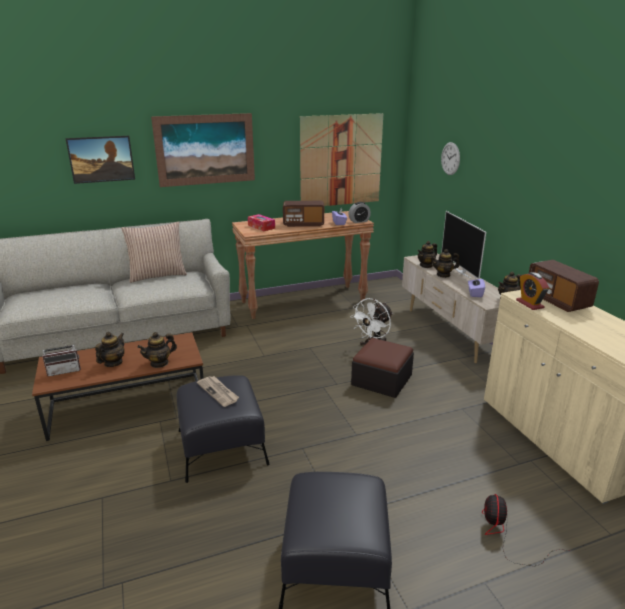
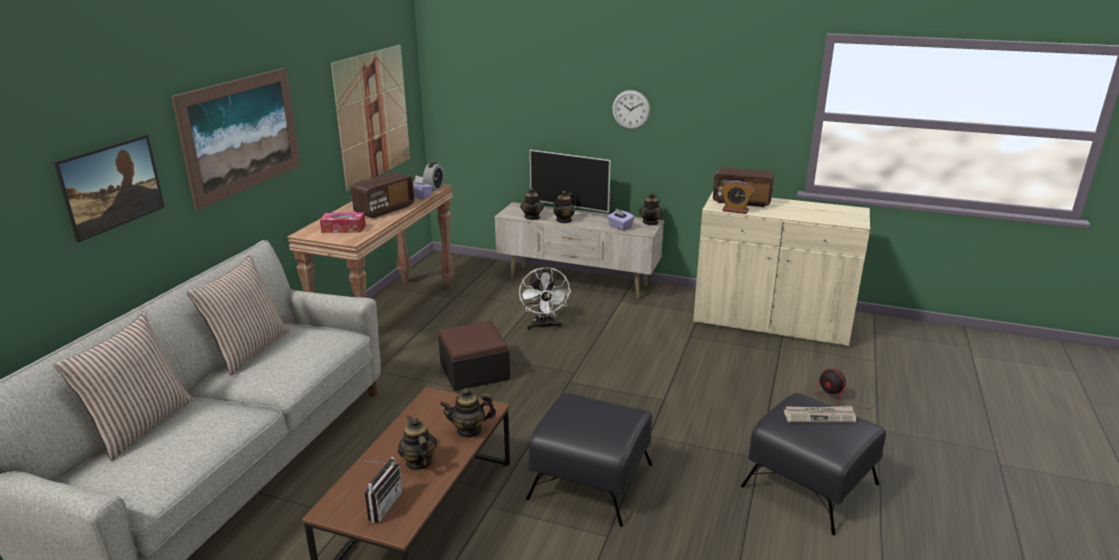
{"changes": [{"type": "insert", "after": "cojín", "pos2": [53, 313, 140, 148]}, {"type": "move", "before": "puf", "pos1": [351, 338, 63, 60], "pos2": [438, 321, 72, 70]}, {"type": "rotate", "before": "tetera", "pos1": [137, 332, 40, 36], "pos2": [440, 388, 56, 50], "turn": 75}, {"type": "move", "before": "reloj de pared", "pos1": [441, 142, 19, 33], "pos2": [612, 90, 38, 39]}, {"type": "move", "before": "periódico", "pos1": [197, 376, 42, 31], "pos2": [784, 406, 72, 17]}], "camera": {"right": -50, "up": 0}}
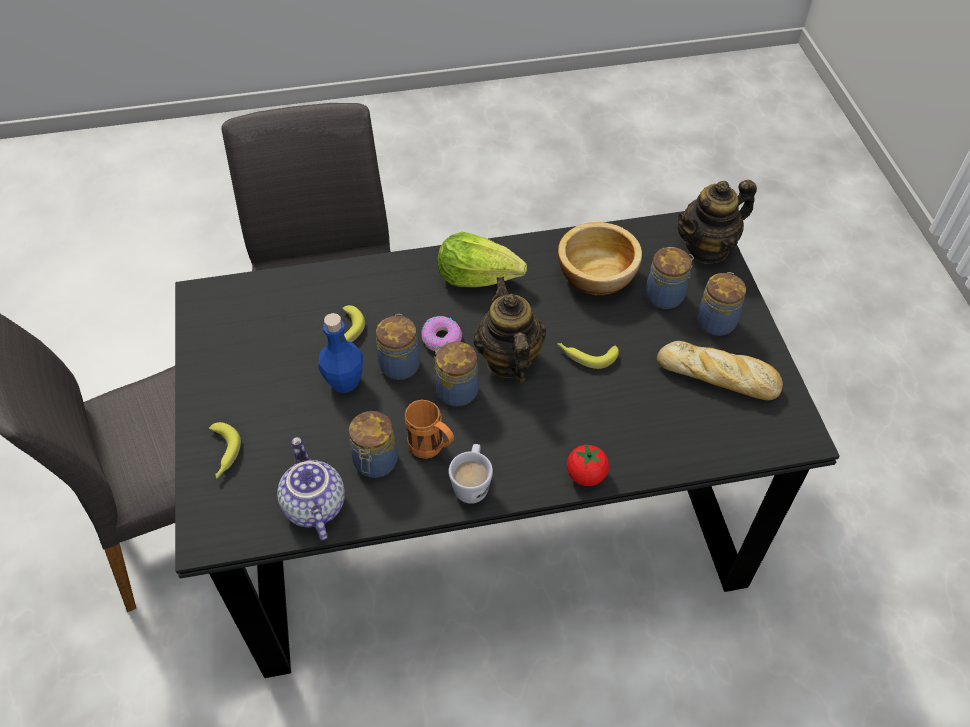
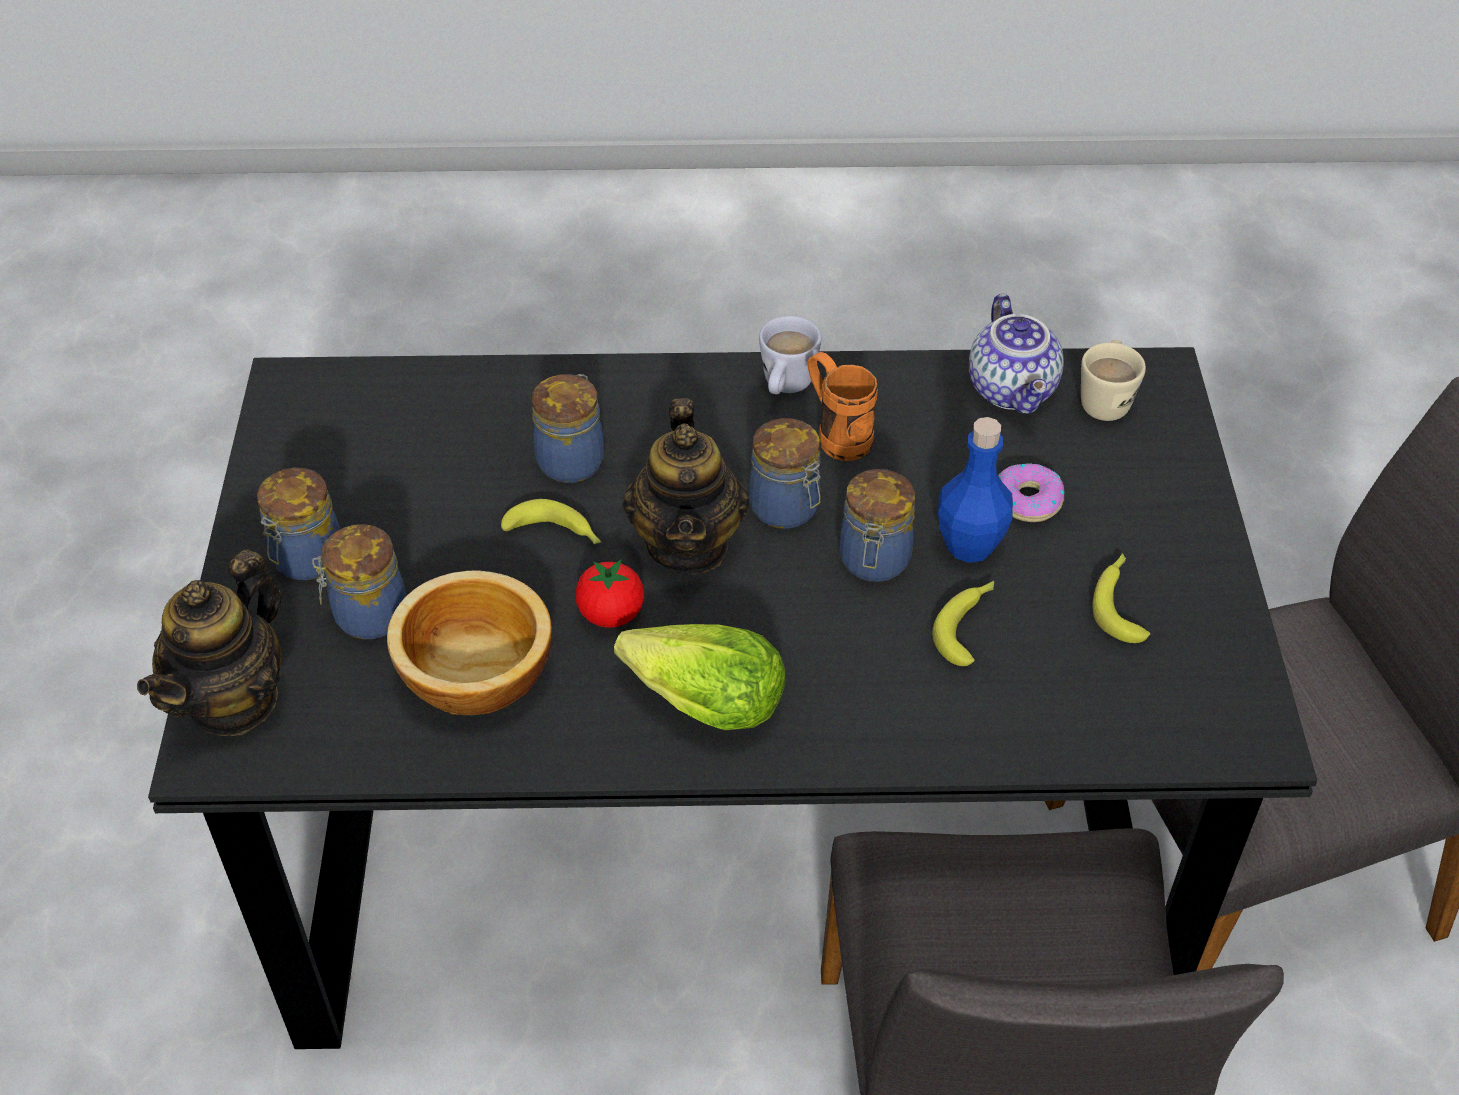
{"changes": [{"type": "rotate", "before": "tetera", "pos1": [677, 180, 80, 84], "pos2": [137, 550, 144, 186], "turn": 135}, {"type": "move", "before": "tarro", "pos1": [349, 411, 49, 67], "pos2": [532, 374, 72, 109]}, {"type": "move", "before": "tomate", "pos1": [567, 444, 42, 42], "pos2": [575, 560, 69, 68]}, {"type": "move", "before": "rosquilla", "pos1": [421, 316, 41, 35], "pos2": [998, 464, 66, 58]}, {"type": "insert", "after": "taza grande [beis]", "pos2": [1081, 340, 65, 81]}, {"type": "move", "before": "plátano", "pos1": [209, 422, 32, 57], "pos2": [1092, 553, 58, 90]}, {"type": "delete", "before": "pan", "pos1": [657, 341, 126, 60]}], "camera": {"right": -170, "up": -5}}
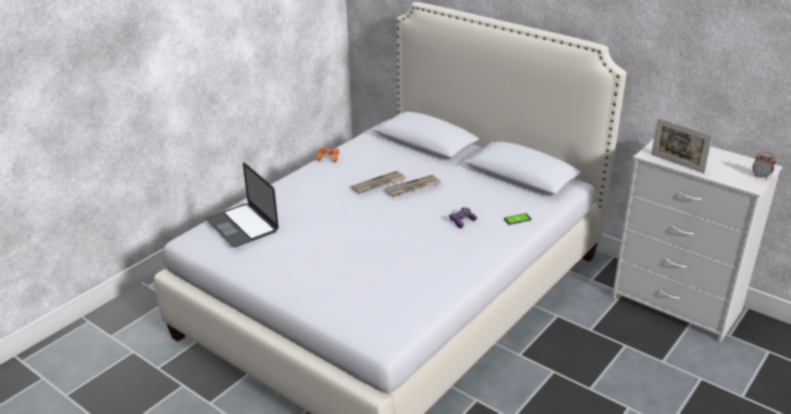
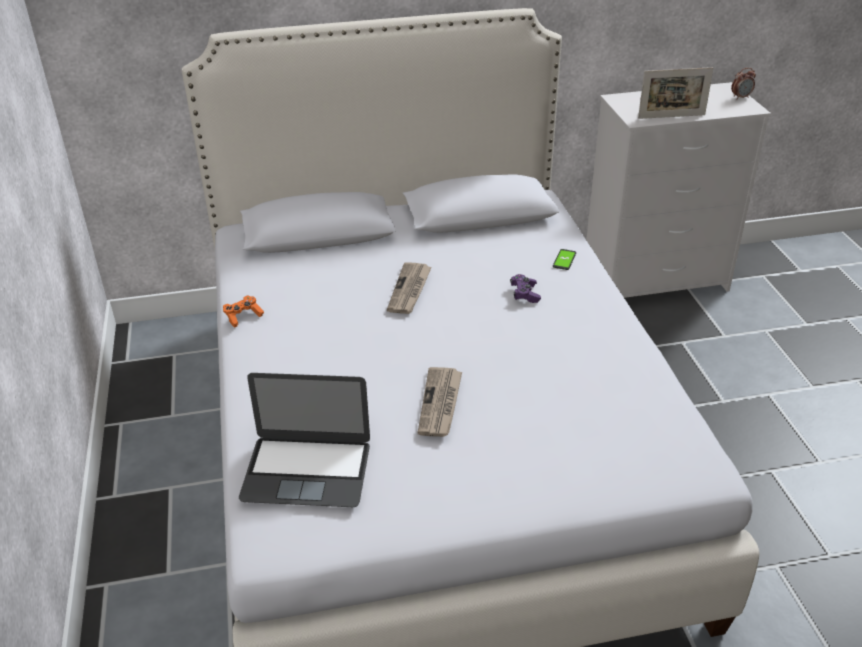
{"changes": [{"type": "move", "before": "periódico", "pos1": [351, 171, 55, 23], "pos2": [418, 367, 44, 70]}], "camera": {"right": -50, "up": 5}}
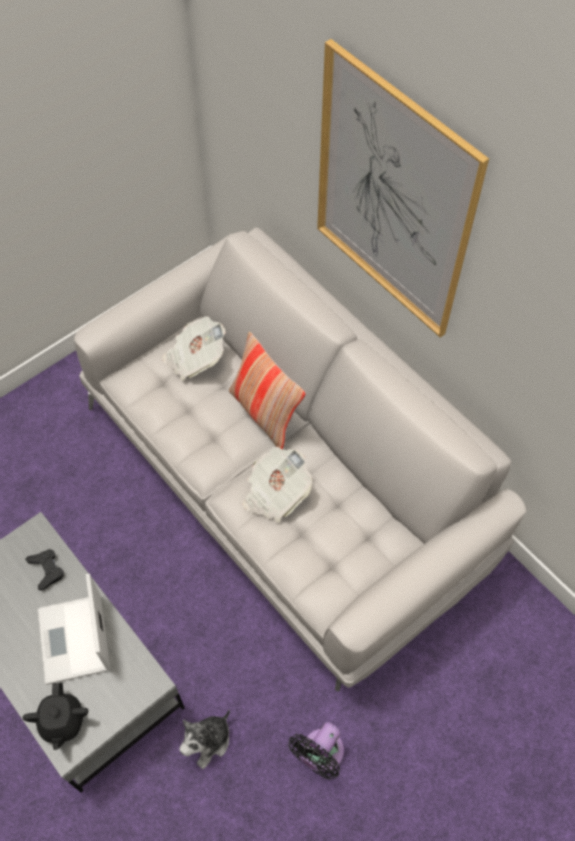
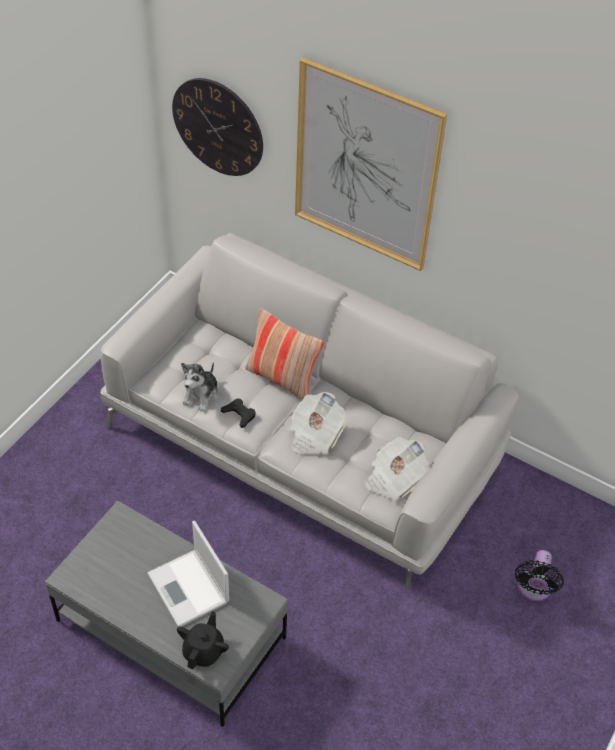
{"changes": [{"type": "insert", "after": "reloj de pared", "pos2": [172, 78, 91, 98]}, {"type": "rotate", "before": "tetera [negro]", "pos1": [23, 683, 65, 67], "pos2": [177, 611, 52, 58], "turn": -135}, {"type": "move", "before": "peluche", "pos1": [179, 709, 51, 60], "pos2": [181, 362, 38, 50]}, {"type": "move", "before": "mando de consola [negro]", "pos1": [25, 549, 39, 41], "pos2": [221, 398, 35, 30]}, {"type": "move", "before": "periódico", "pos1": [162, 316, 64, 65], "pos2": [365, 437, 64, 64]}, {"type": "move", "before": "ventilador [negro]", "pos1": [288, 722, 56, 57], "pos2": [515, 550, 49, 51]}], "camera": {"right": -20, "up": -10}}
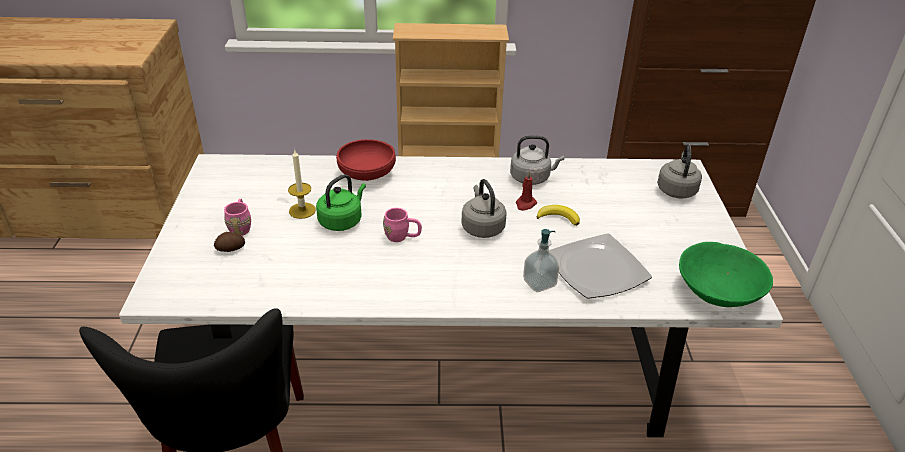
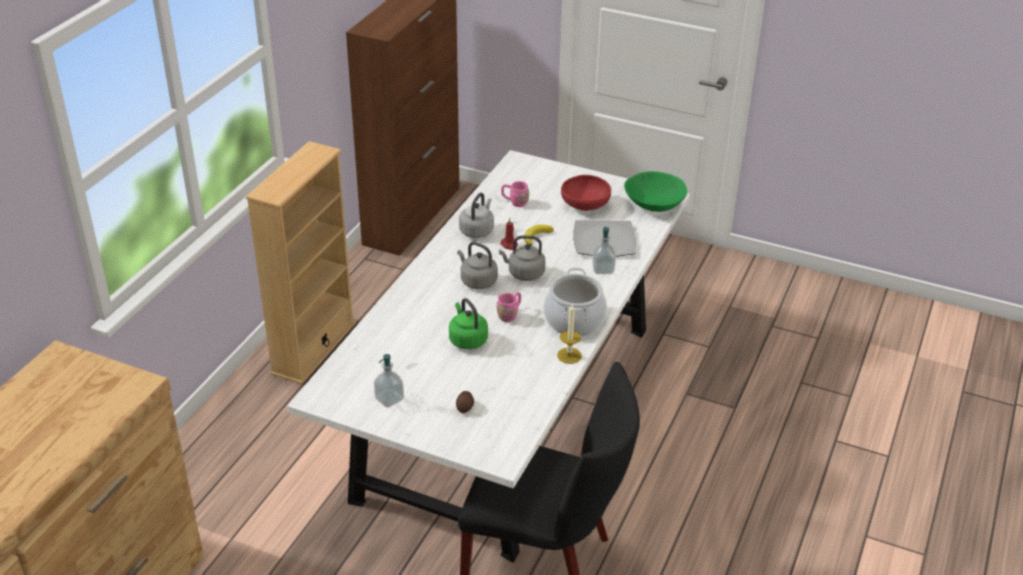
{"changes": [{"type": "insert", "after": "dispensador de jabón", "pos2": [374, 354, 30, 54]}, {"type": "move", "before": "hervidor [gris]", "pos1": [657, 144, 45, 55], "pos2": [457, 242, 41, 47]}, {"type": "move", "before": "taza grande [rosa]", "pos1": [224, 199, 27, 37], "pos2": [501, 181, 28, 26]}, {"type": "insert", "after": "olla", "pos2": [543, 267, 64, 69]}, {"type": "move", "before": "vela", "pos1": [288, 150, 28, 69], "pos2": [557, 304, 25, 60]}, {"type": "move", "before": "cuenco [rojo]", "pos1": [336, 139, 60, 42], "pos2": [561, 175, 50, 36]}], "camera": {"right": -65, "up": 0}}
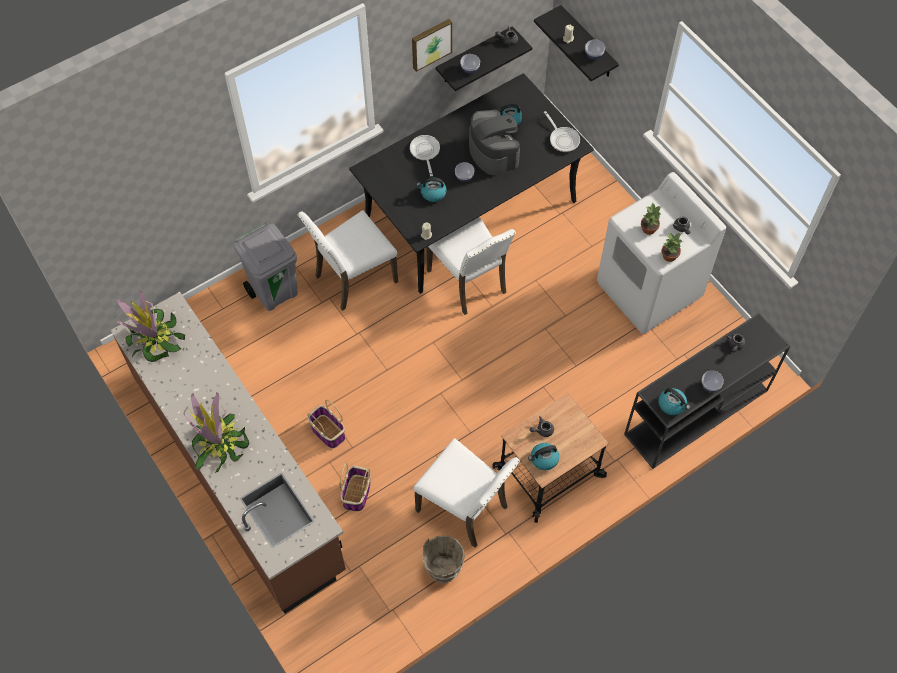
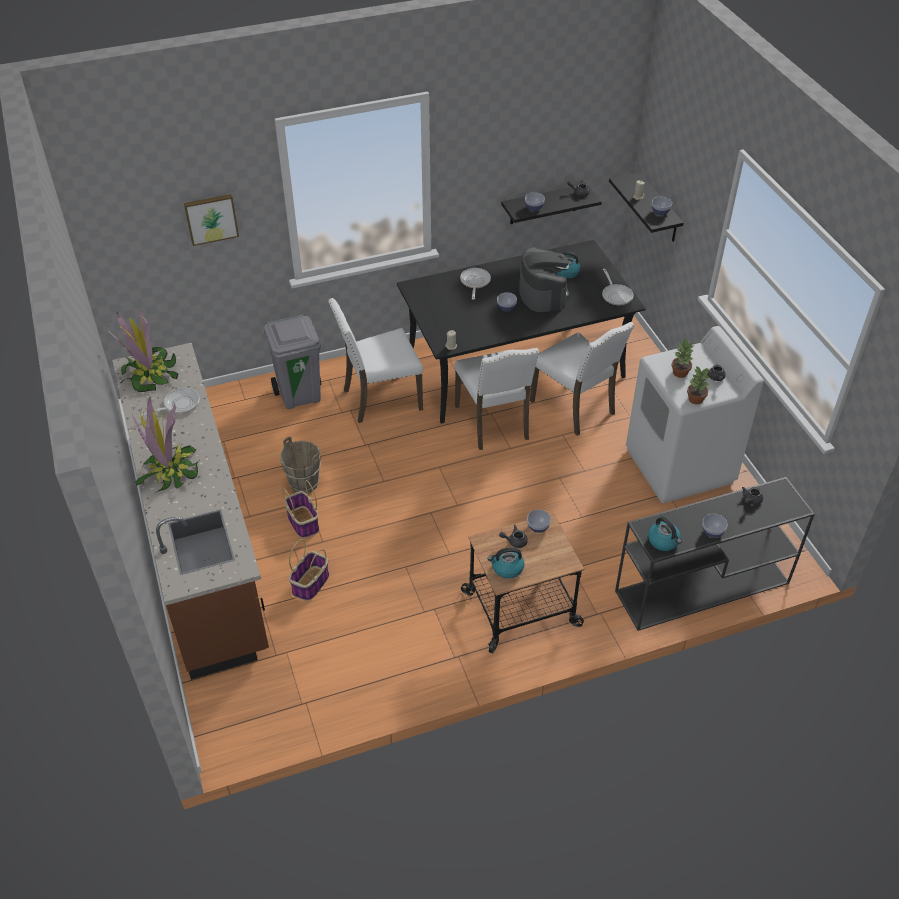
{"changes": [{"type": "insert", "after": "sartén", "pos2": [141, 388, 59, 28]}, {"type": "move", "before": "cuadro", "pos1": [412, 19, 40, 53], "pos2": [184, 194, 55, 52]}, {"type": "move", "before": "cubo [marrón]", "pos1": [423, 535, 42, 48], "pos2": [280, 437, 41, 57]}, {"type": "insert", "after": "cuenco", "pos2": [527, 509, 24, 24]}, {"type": "move", "before": "silla [blanco]", "pos1": [413, 438, 107, 110], "pos2": [530, 322, 105, 114]}, {"type": "delete", "before": "hervidor", "pos1": [416, 178, 31, 24]}], "camera": {"right": 15, "up": -15}}
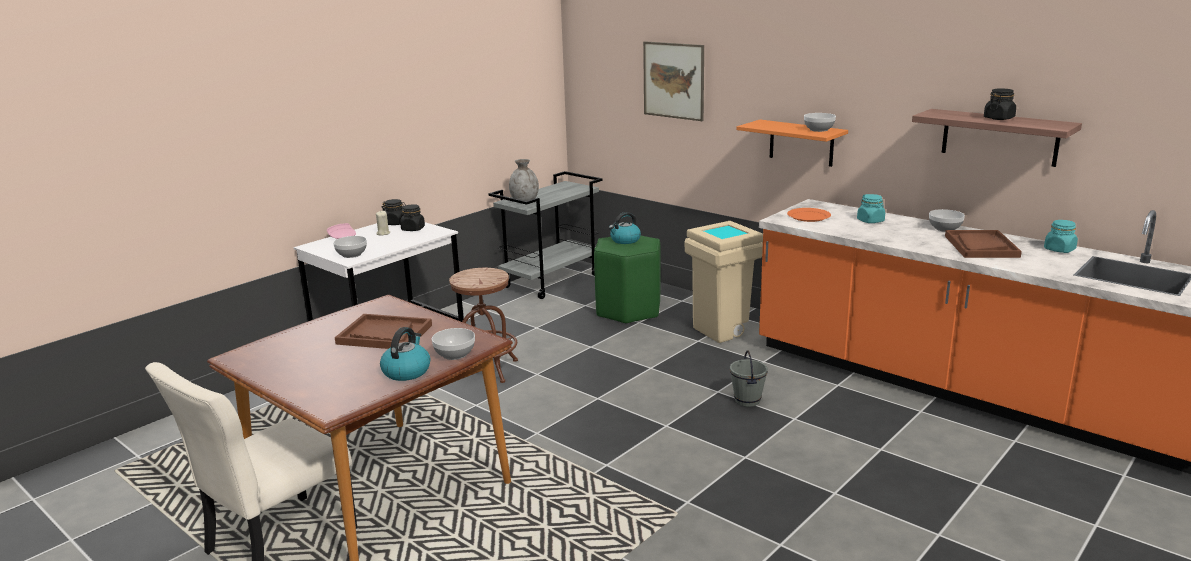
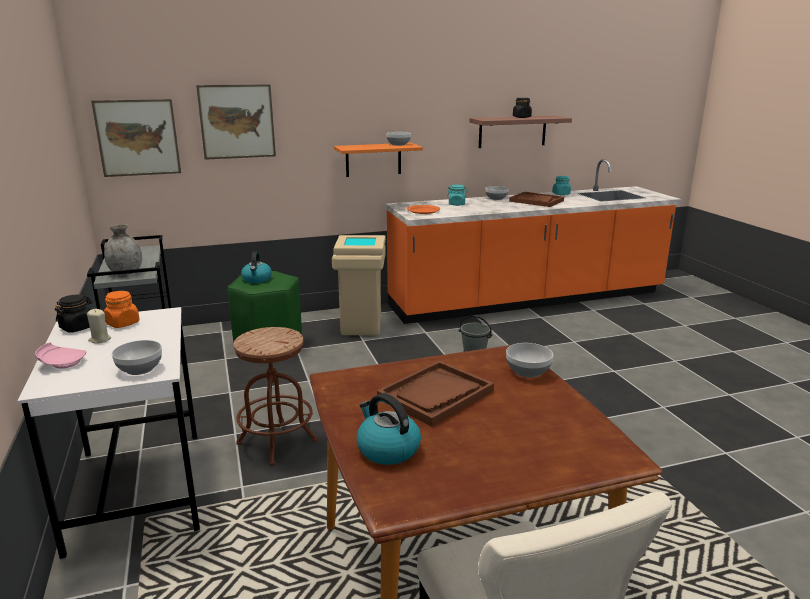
{"changes": [{"type": "insert", "after": "cuadro", "pos2": [91, 99, 90, 78]}, {"type": "recolor", "before": "tarro [negro]", "after": "tarro [naranja]", "pos1": [400, 204, 25, 27], "pos2": [104, 291, 36, 37]}, {"type": "move", "before": "hervidor", "pos1": [380, 327, 50, 54], "pos2": [357, 393, 64, 72]}], "camera": {"right": -60, "up": 0}}
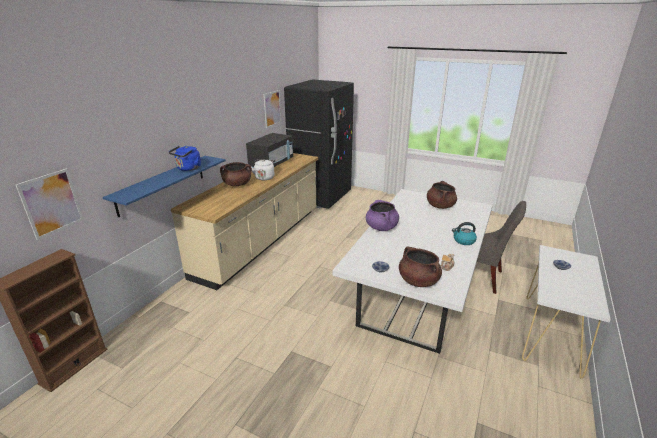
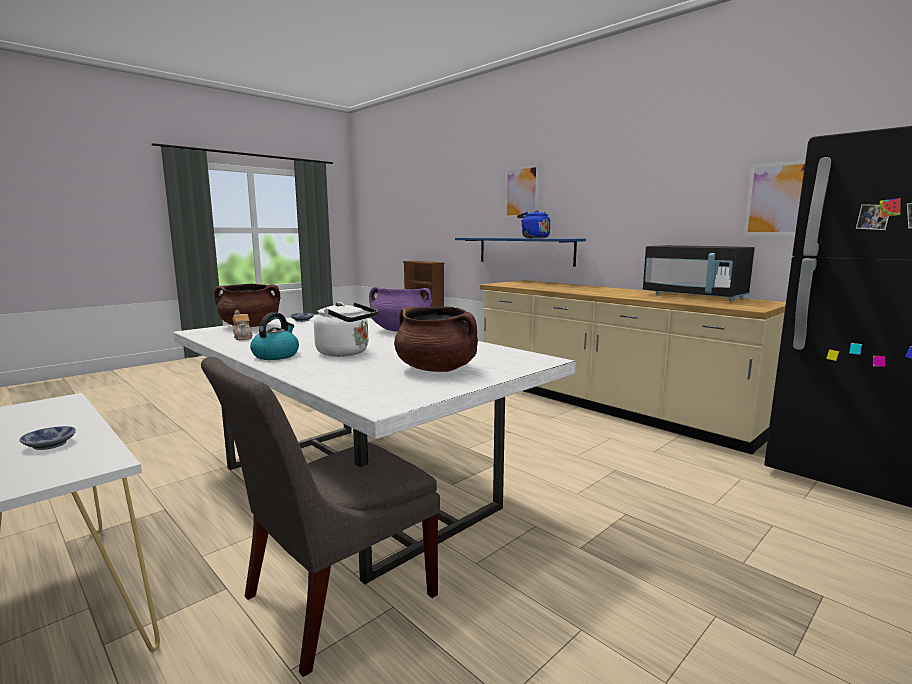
{"changes": [{"type": "move", "before": "hervidor [blanco]", "pos1": [251, 160, 24, 20], "pos2": [314, 302, 64, 55]}, {"type": "move", "before": "cuadro", "pos1": [16, 168, 68, 72], "pos2": [505, 165, 34, 53]}, {"type": "delete", "before": "olla [marrón]", "pos1": [220, 162, 32, 24]}], "camera": {"right": 110, "up": -15}}
